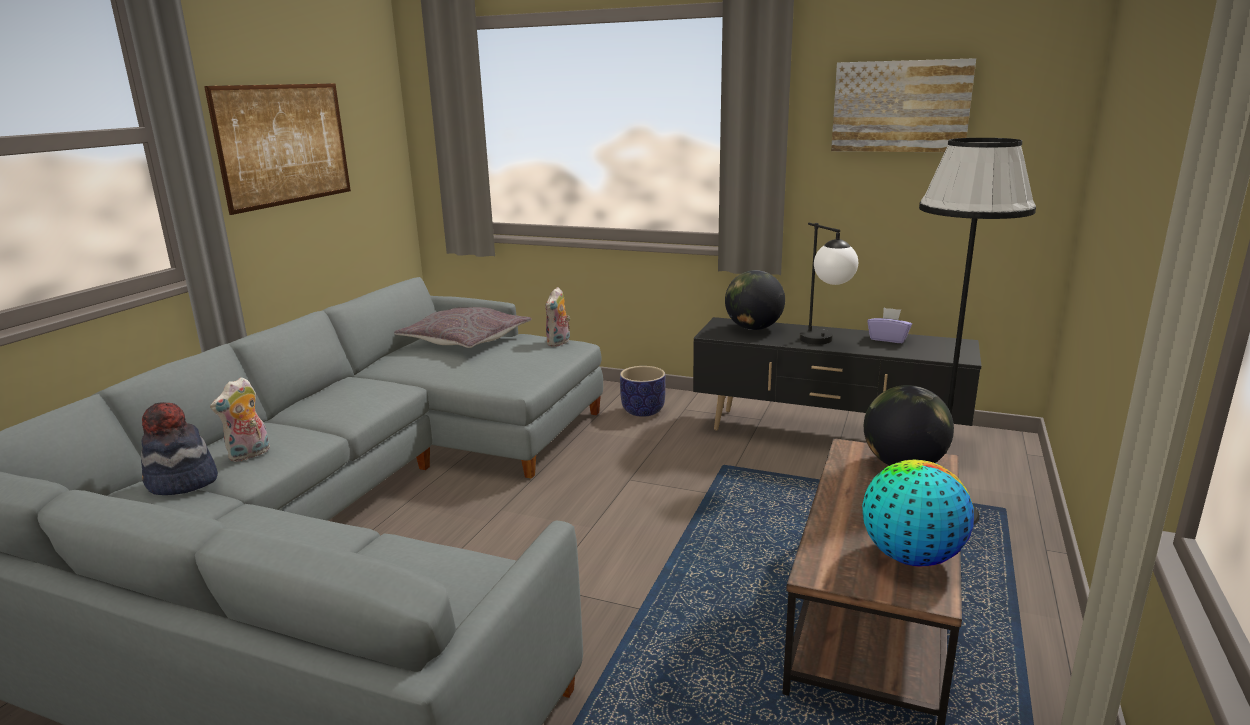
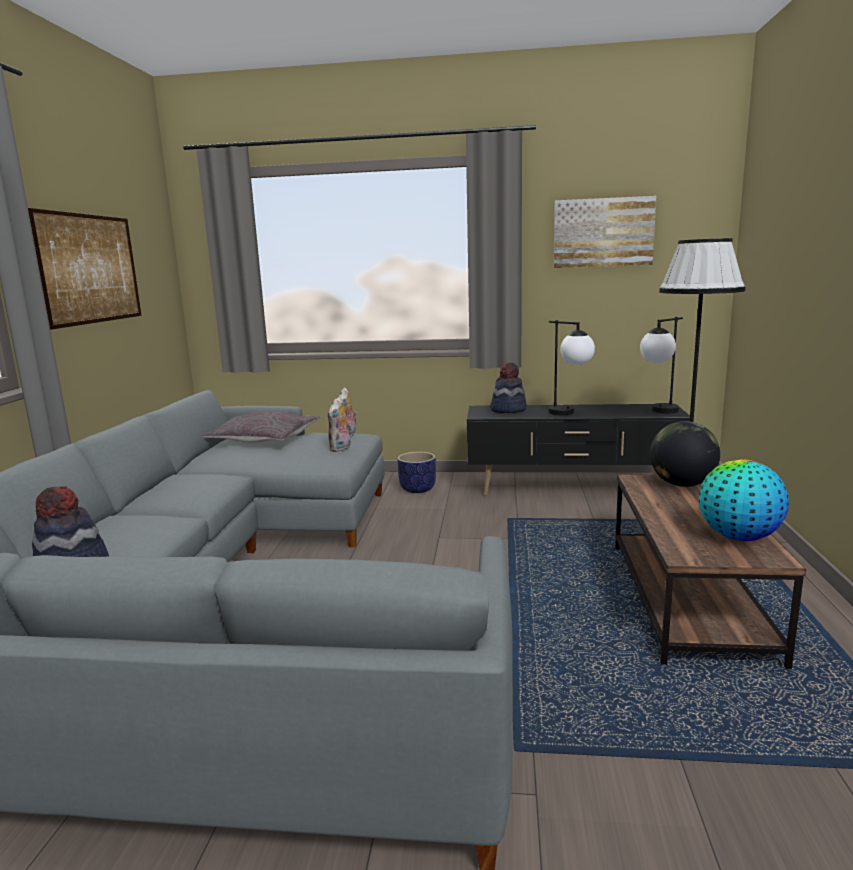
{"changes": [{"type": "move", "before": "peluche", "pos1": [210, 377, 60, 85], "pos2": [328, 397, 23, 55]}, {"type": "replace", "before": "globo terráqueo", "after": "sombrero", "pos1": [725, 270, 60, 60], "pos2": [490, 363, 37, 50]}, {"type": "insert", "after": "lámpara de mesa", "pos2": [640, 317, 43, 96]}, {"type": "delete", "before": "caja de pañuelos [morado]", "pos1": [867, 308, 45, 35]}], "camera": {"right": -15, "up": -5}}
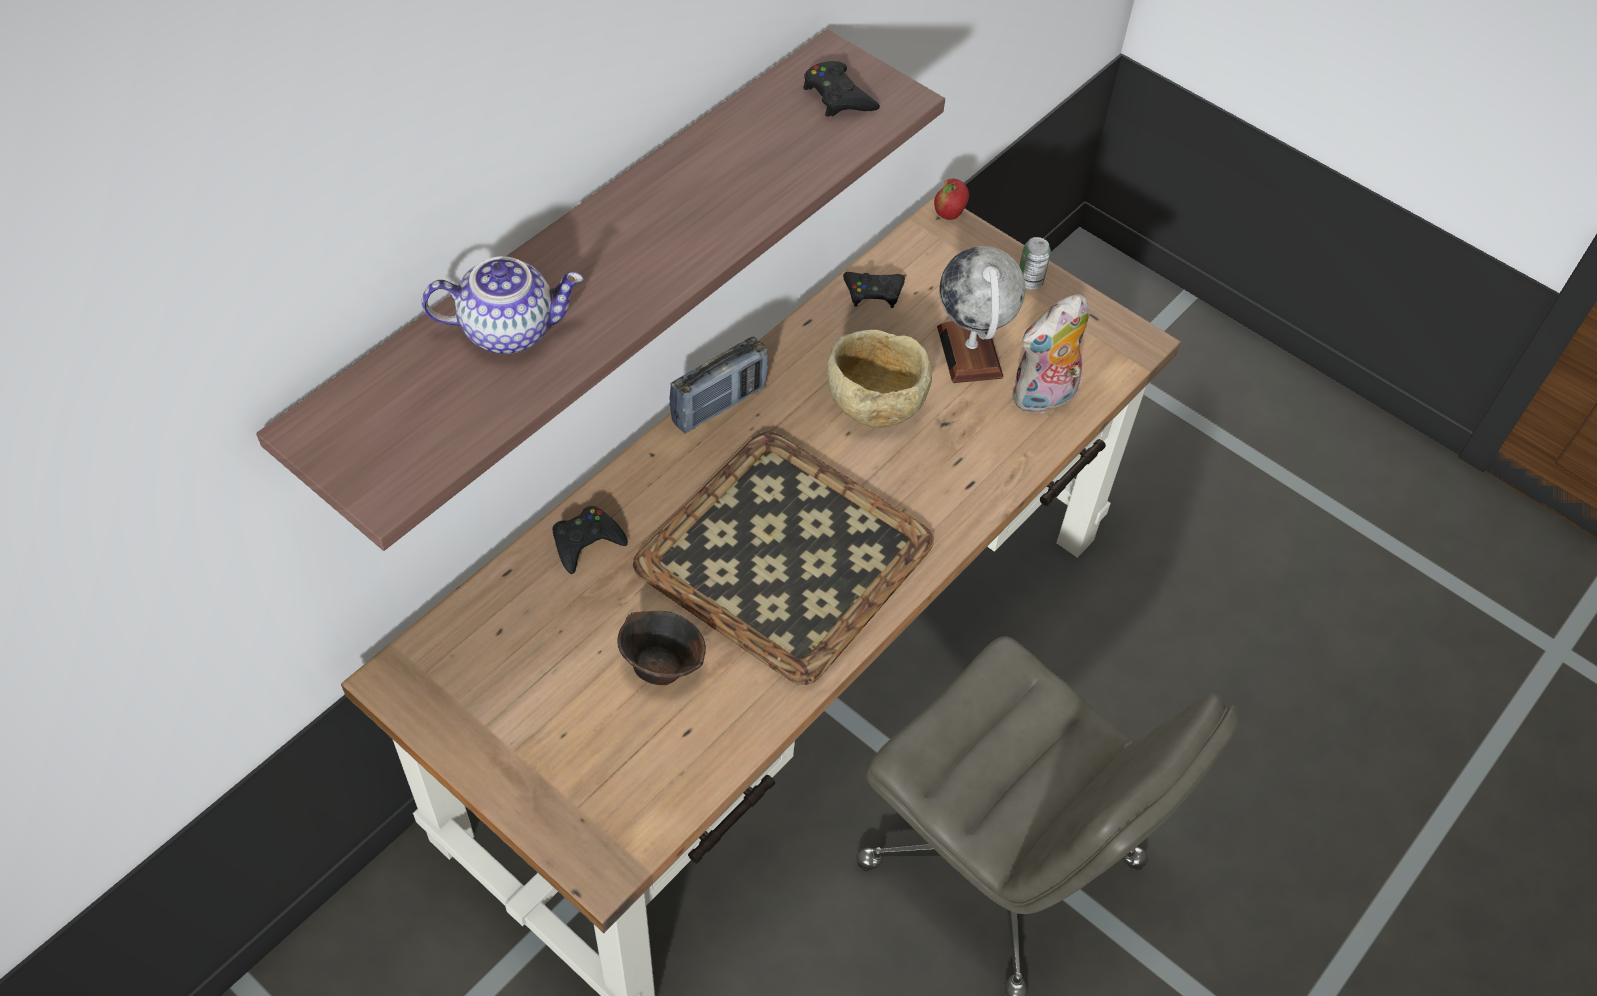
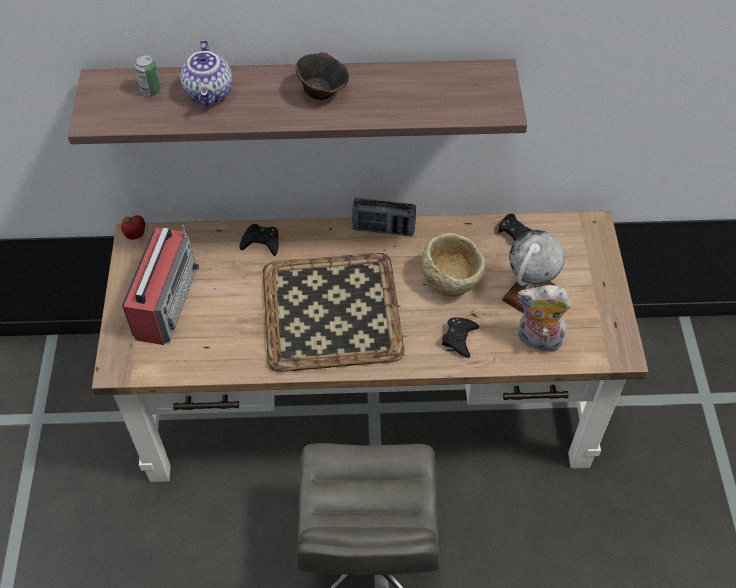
{"changes": [{"type": "move", "before": "manzana", "pos1": [934, 179, 35, 41], "pos2": [121, 215, 24, 25]}, {"type": "insert", "after": "radio", "pos2": [122, 225, 77, 120]}, {"type": "move", "before": "lata", "pos1": [1019, 237, 32, 53], "pos2": [134, 54, 27, 42]}, {"type": "rotate", "before": "tetera", "pos1": [422, 256, 162, 98], "pos2": [180, 39, 53, 68], "turn": 45}, {"type": "move", "before": "cuenco [marrón]", "pos1": [617, 611, 89, 74], "pos2": [296, 52, 53, 48]}, {"type": "move", "before": "mando de consola [negro]", "pos1": [803, 61, 77, 56], "pos2": [442, 317, 37, 41]}], "camera": {"right": 50, "up": 0}}
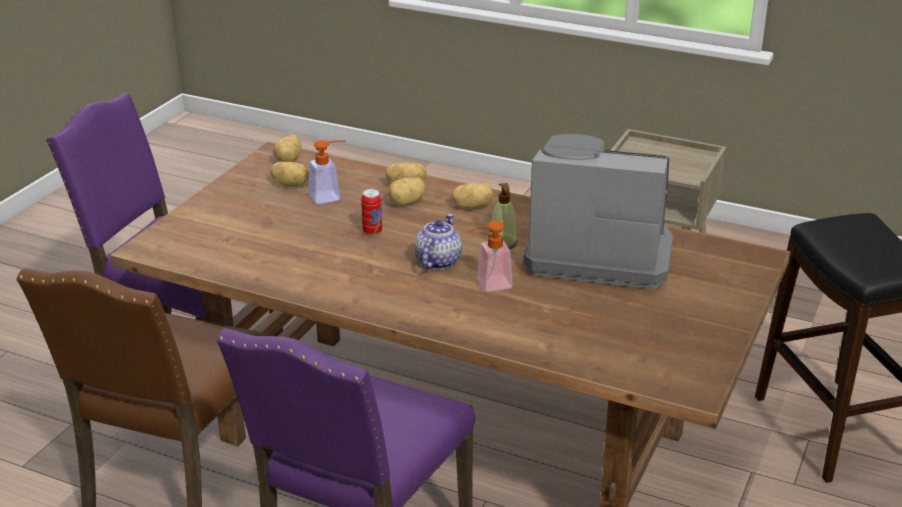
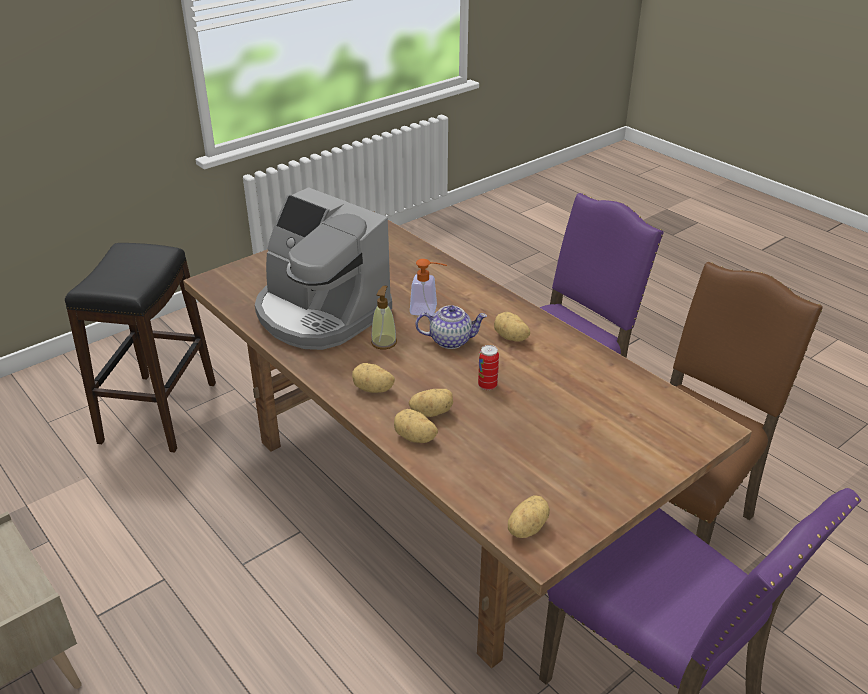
{"changes": [{"type": "rotate", "before": "tetera", "pos1": [414, 214, 48, 56], "pos2": [415, 305, 72, 44], "turn": -135}, {"type": "move", "before": "patata", "pos1": [270, 162, 39, 25], "pos2": [494, 312, 36, 30]}, {"type": "delete", "before": "dispensador de jabón", "pos1": [309, 140, 37, 64]}], "camera": {"right": -155, "up": 5}}
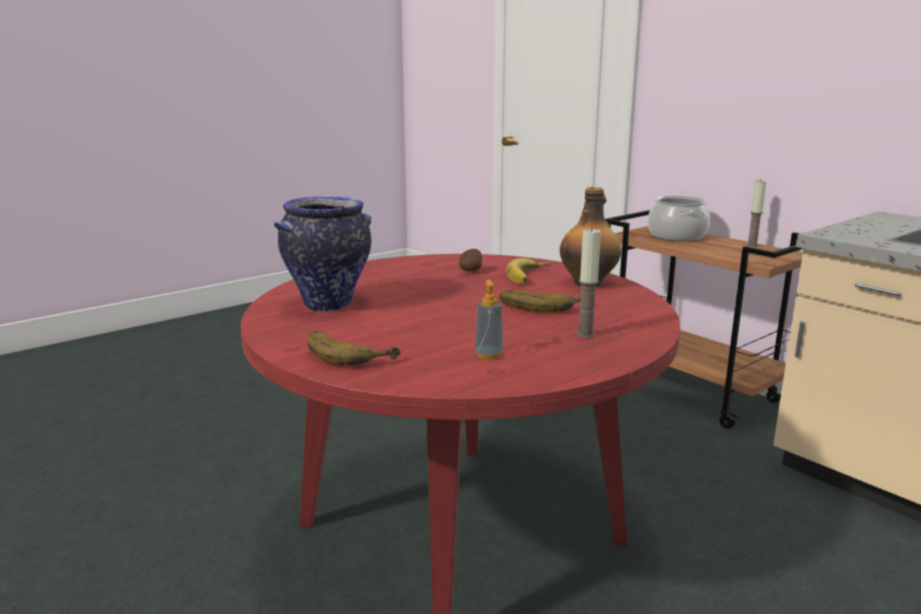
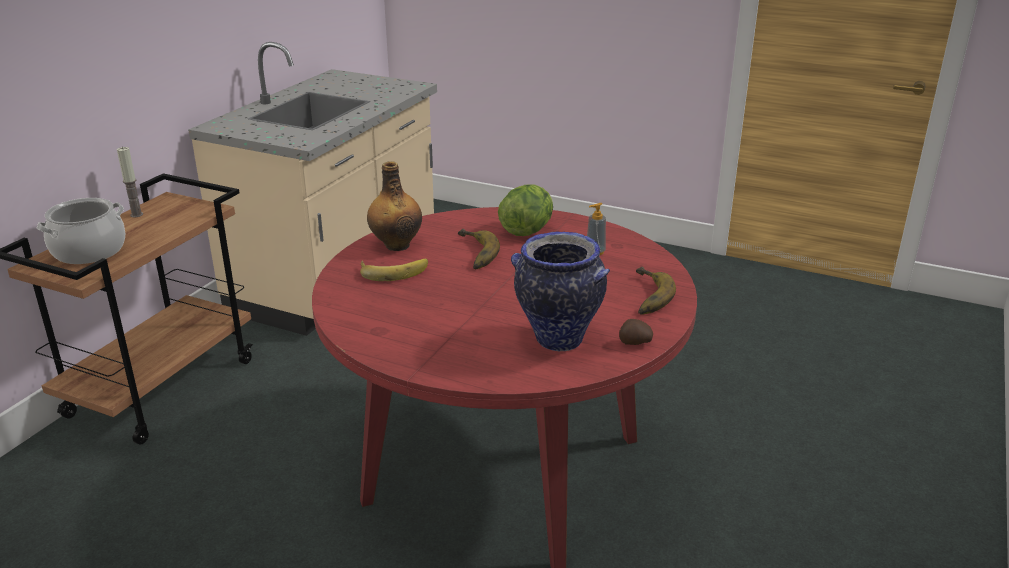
{"changes": [{"type": "replace", "before": "vela", "after": "lechuga", "pos1": [576, 227, 25, 111], "pos2": [498, 185, 55, 51]}, {"type": "move", "before": "patata", "pos1": [459, 249, 23, 22], "pos2": [619, 319, 34, 26]}], "camera": {"right": -115, "up": 10}}
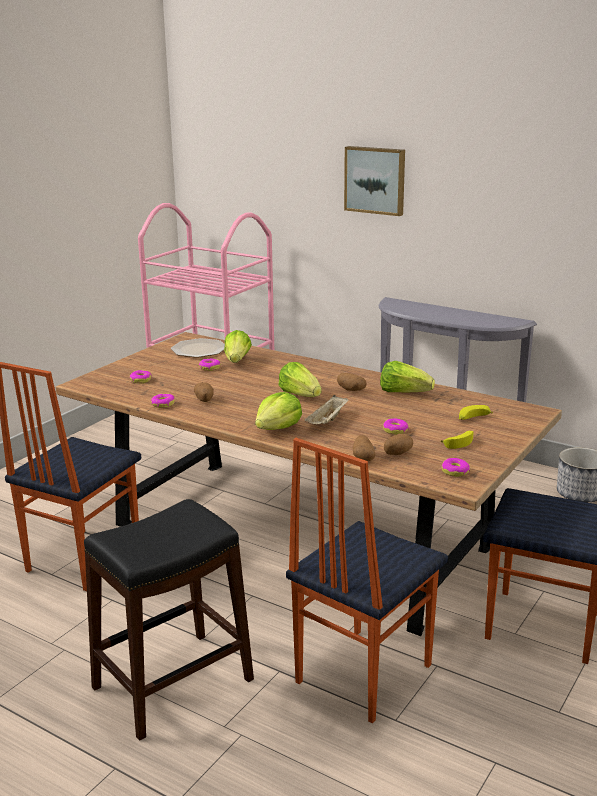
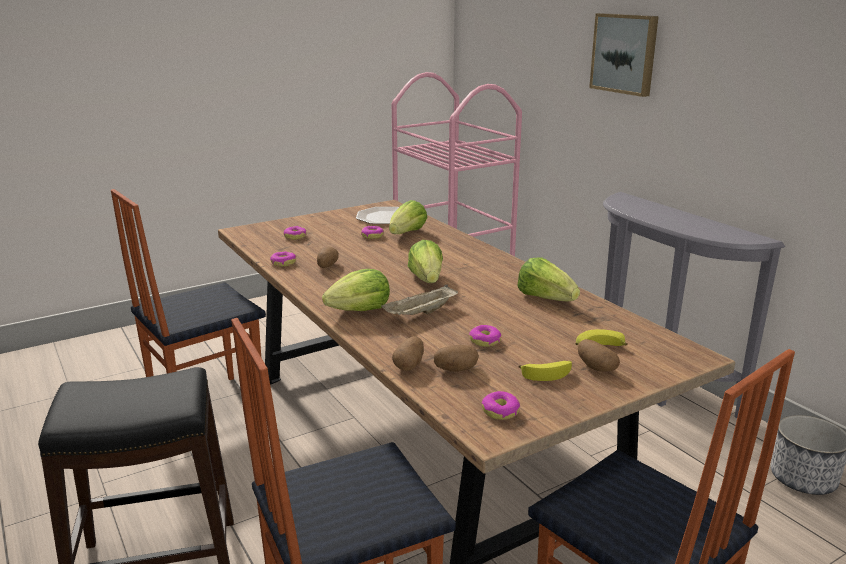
{"changes": [{"type": "move", "before": "patata", "pos1": [337, 373, 30, 18], "pos2": [578, 339, 42, 33]}], "camera": {"right": 25, "up": 0}}
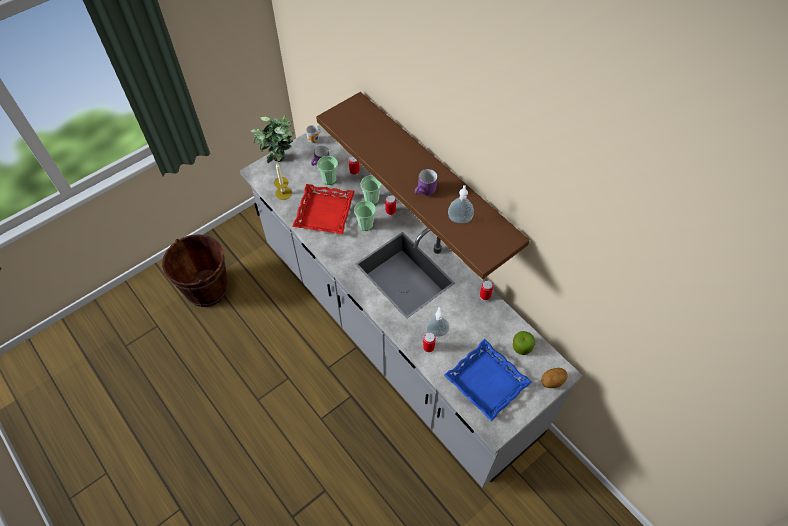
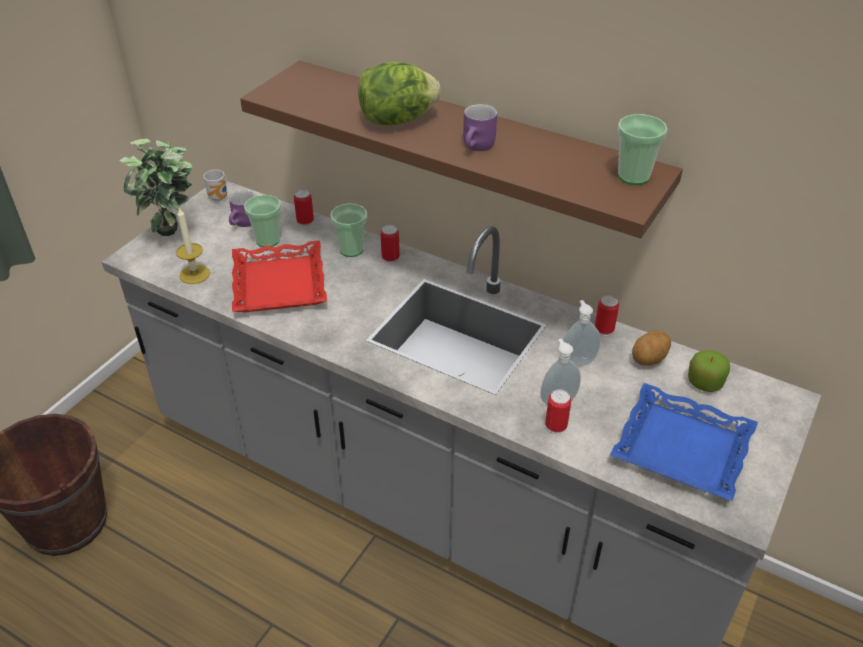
{"changes": [{"type": "insert", "after": "lechuga", "pos2": [358, 62, 83, 64]}, {"type": "move", "before": "dispensador de jabón", "pos1": [448, 185, 26, 38], "pos2": [563, 300, 37, 66]}, {"type": "move", "before": "taza", "pos1": [354, 201, 22, 30], "pos2": [618, 114, 50, 71]}, {"type": "move", "before": "patata", "pos1": [541, 368, 27, 20], "pos2": [632, 330, 39, 36]}], "camera": {"right": -20, "up": -15}}
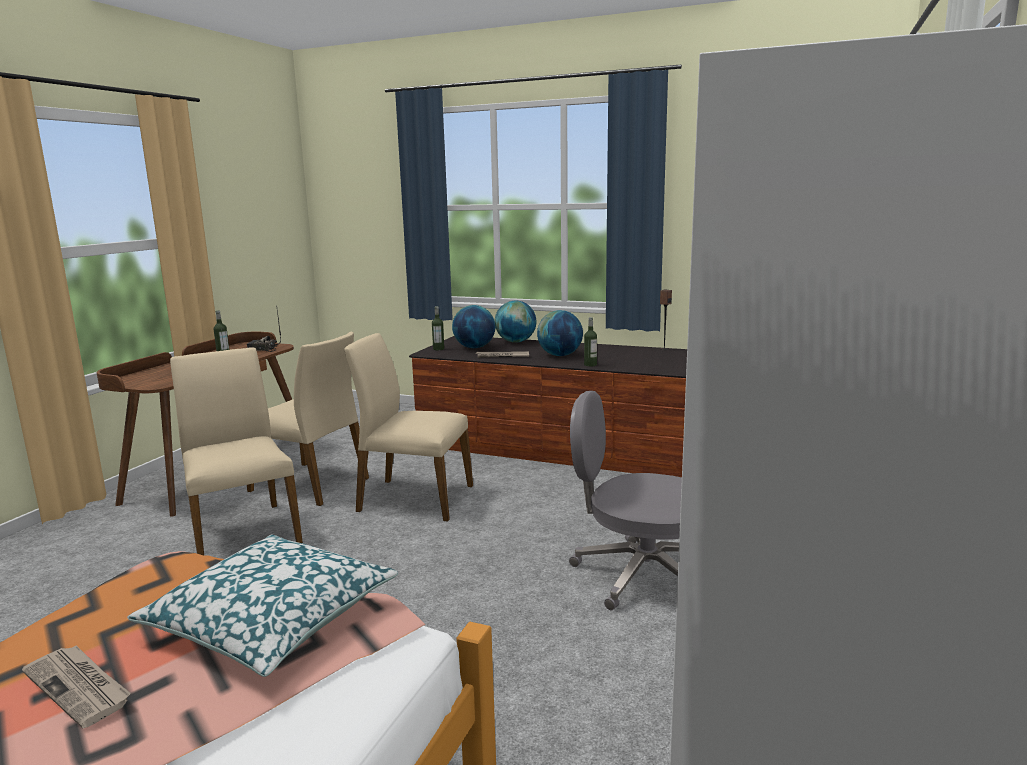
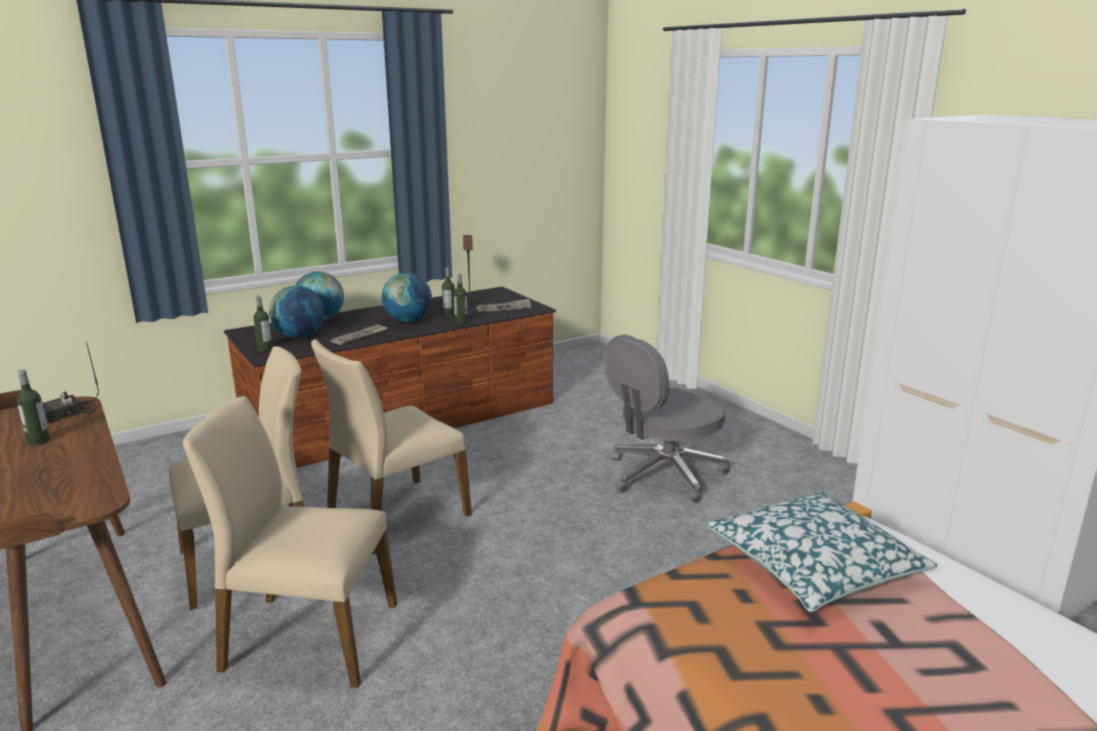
{"changes": [{"type": "insert", "after": "botella", "pos2": [442, 267, 13, 49]}, {"type": "move", "before": "periódico", "pos1": [22, 645, 109, 83], "pos2": [476, 299, 55, 14]}], "camera": {"right": -55, "up": 5}}
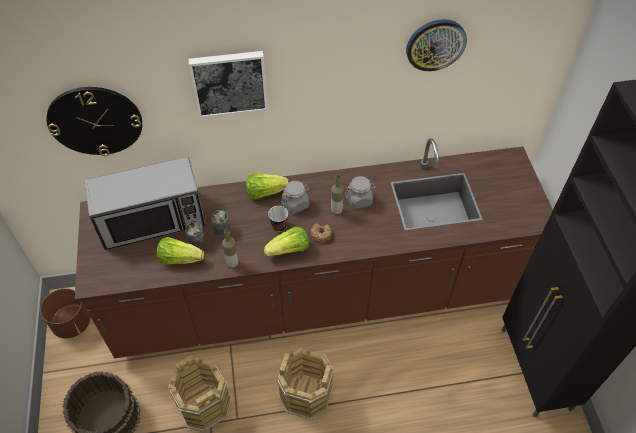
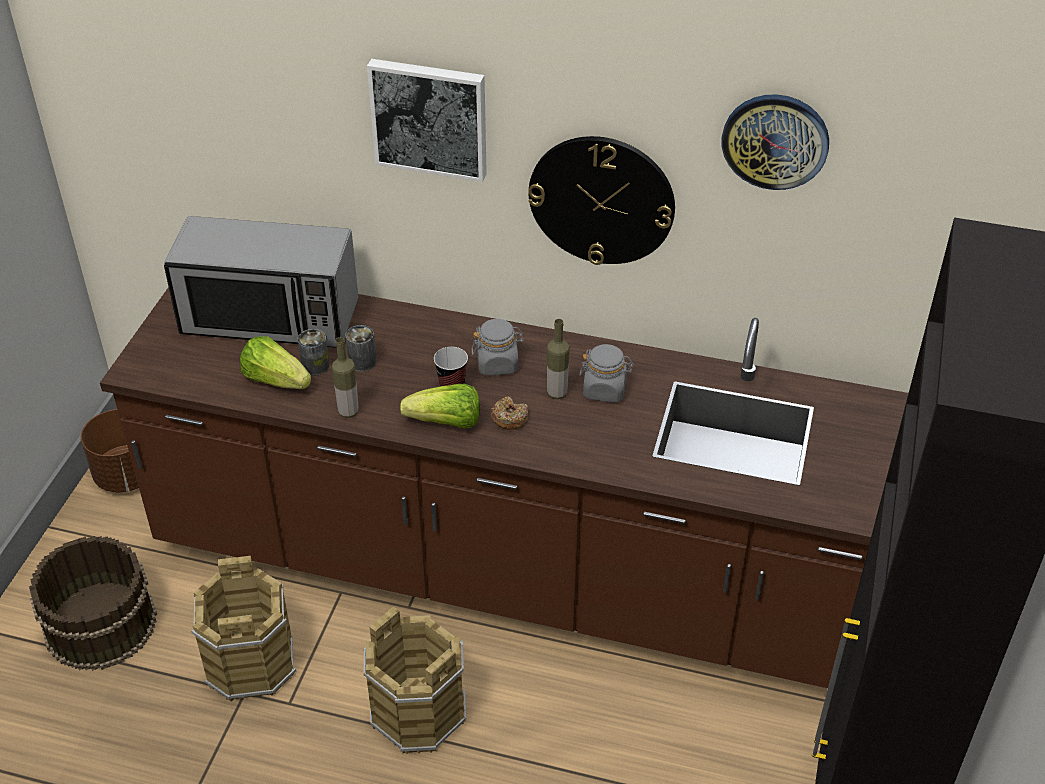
{"changes": [{"type": "move", "before": "reloj de pared", "pos1": [47, 87, 95, 69], "pos2": [528, 136, 147, 129]}, {"type": "delete", "before": "lechuga", "pos1": [246, 173, 43, 26]}], "camera": {"right": 25, "up": -10}}
